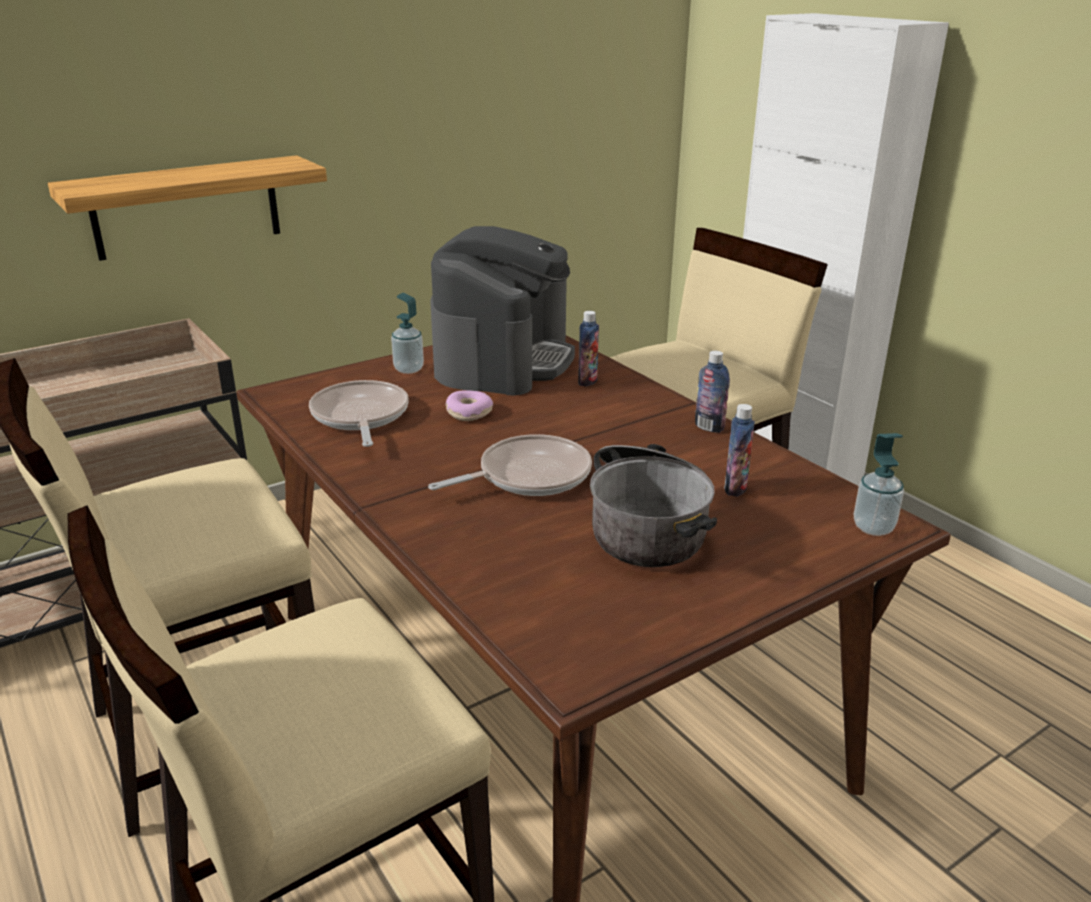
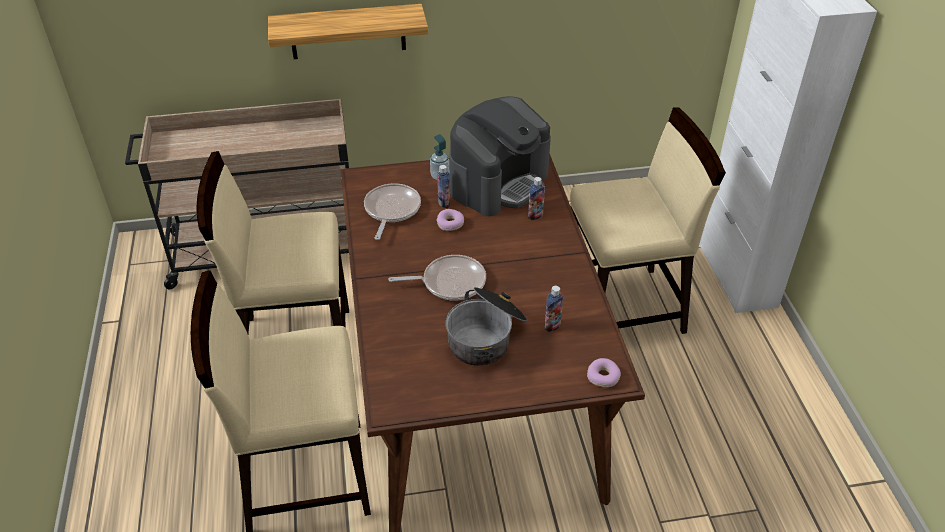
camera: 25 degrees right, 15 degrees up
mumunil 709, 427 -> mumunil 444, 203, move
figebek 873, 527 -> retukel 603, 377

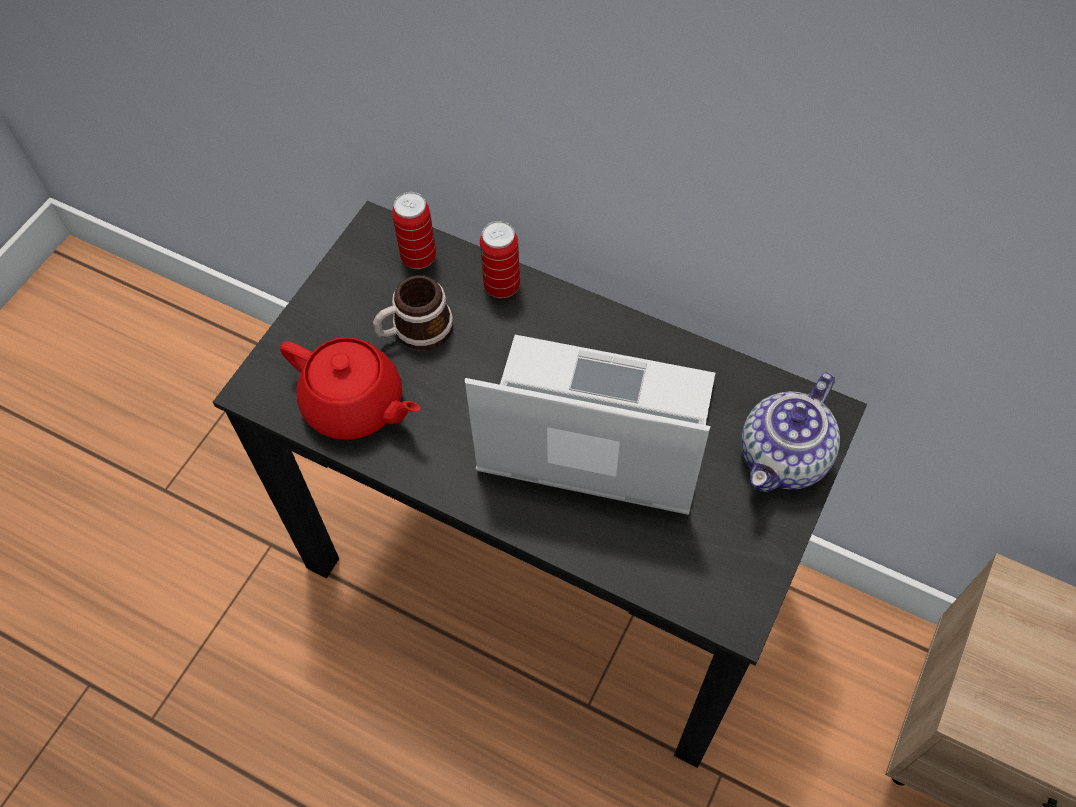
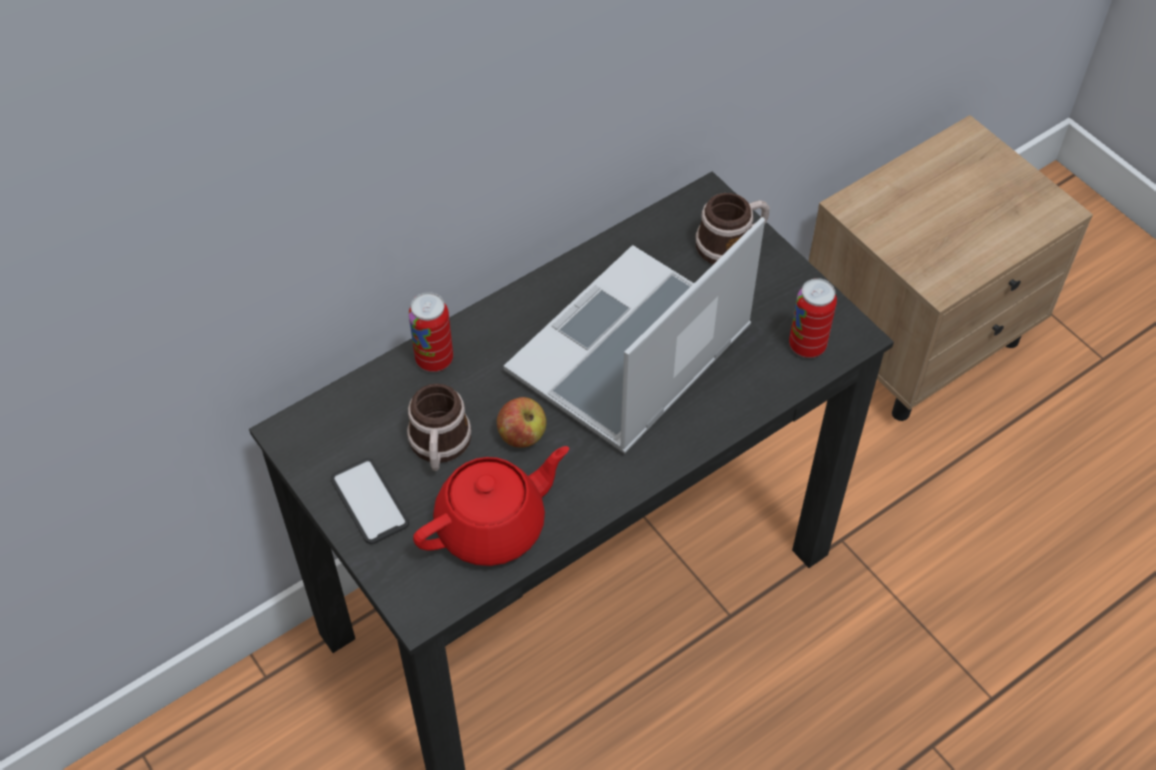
camera: 65 degrees left, 5 degrees down
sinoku 419, 258 -> sinoku 807, 345, move
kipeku 784, 459 -> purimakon 732, 243
none -> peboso 369, 501
none -> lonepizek 522, 435

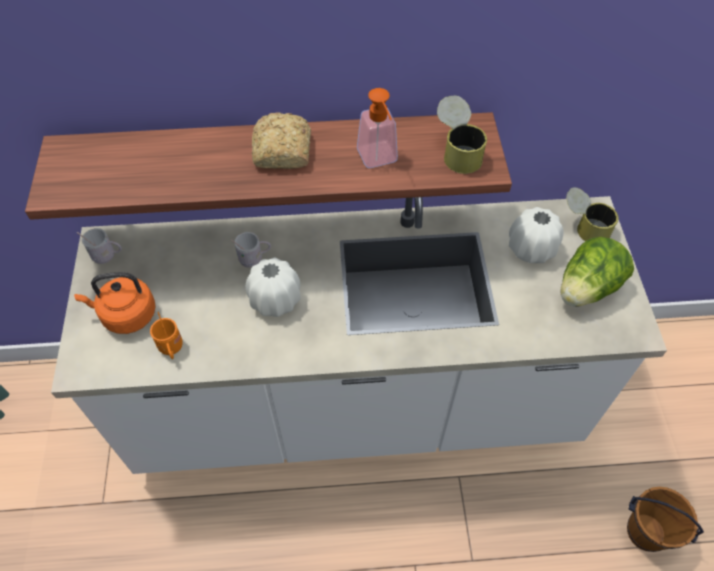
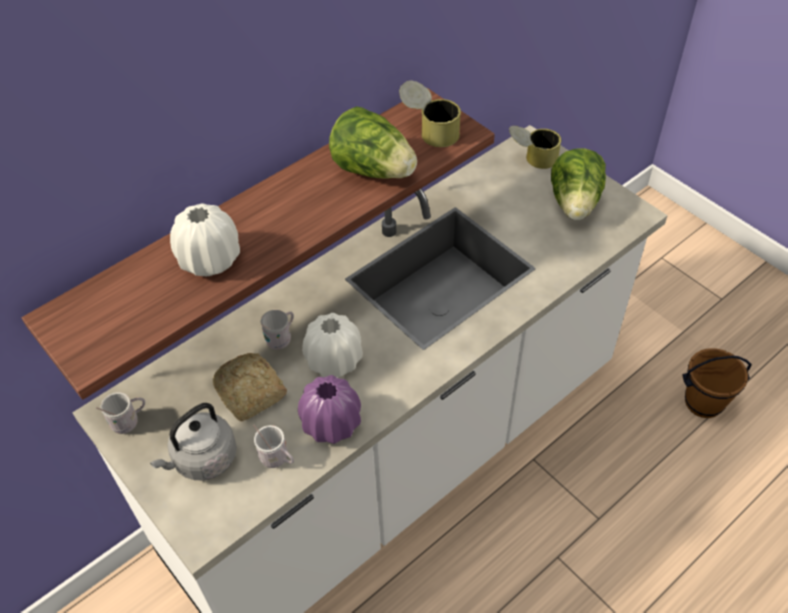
camera: 35 degrees left, 5 degrees down
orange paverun 126, 315 -> grey paverun 202, 460
orange purimakon 171, 349 -> white purimakon 277, 460
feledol 282, 152 -> feledol 250, 394, move
figebek 379, 160 -> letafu 373, 170
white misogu 531, 249 -> white misogu 210, 259, move
none -> purple misogu 331, 423

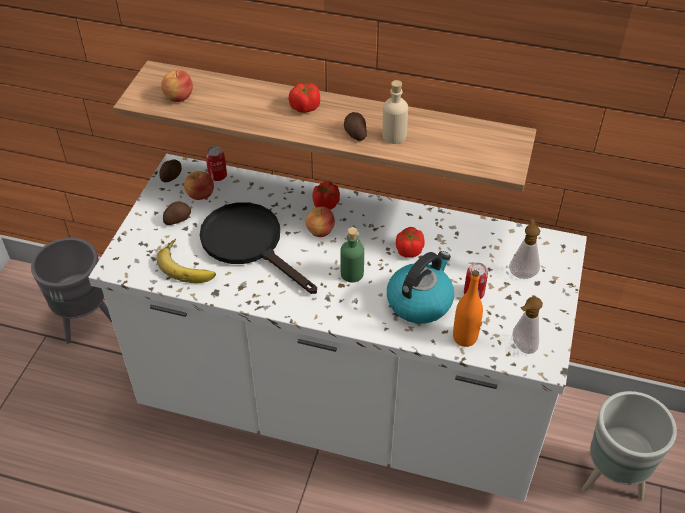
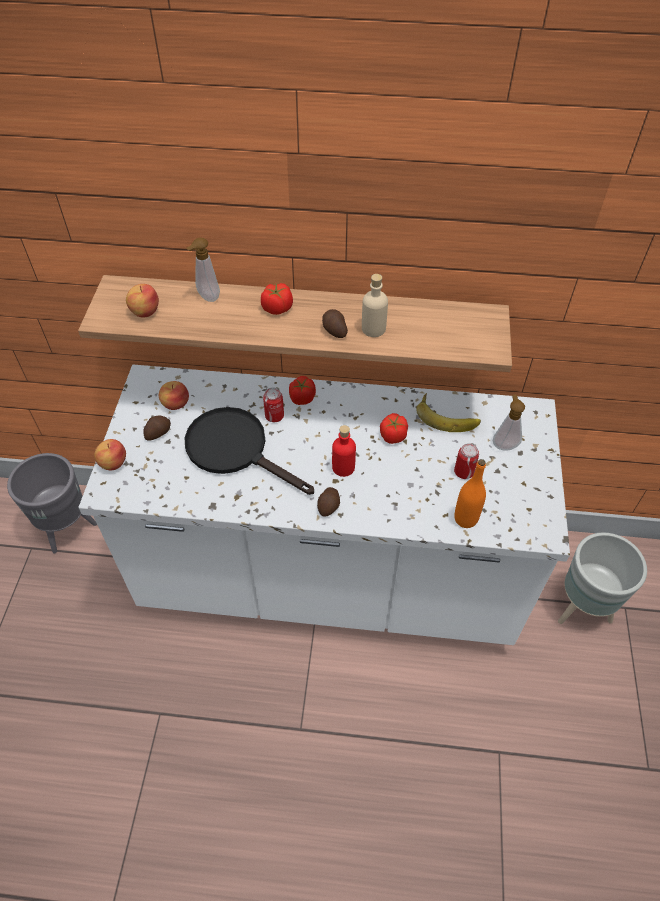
camera: 10 degrees left, 5 degrees up
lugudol 188, 265 -> lugudol 447, 416, move
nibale 172, 176 -> nibale 329, 506, move
sinoku 218, 176 -> sinoku 274, 416, move
lonepizek 320, 231 -> lonepizek 113, 462, move
green mumunil 352, 273 -> red mumunil 343, 467
paverun 420, 301 -> none
figebek 521, 347 -> figebek 207, 298, move

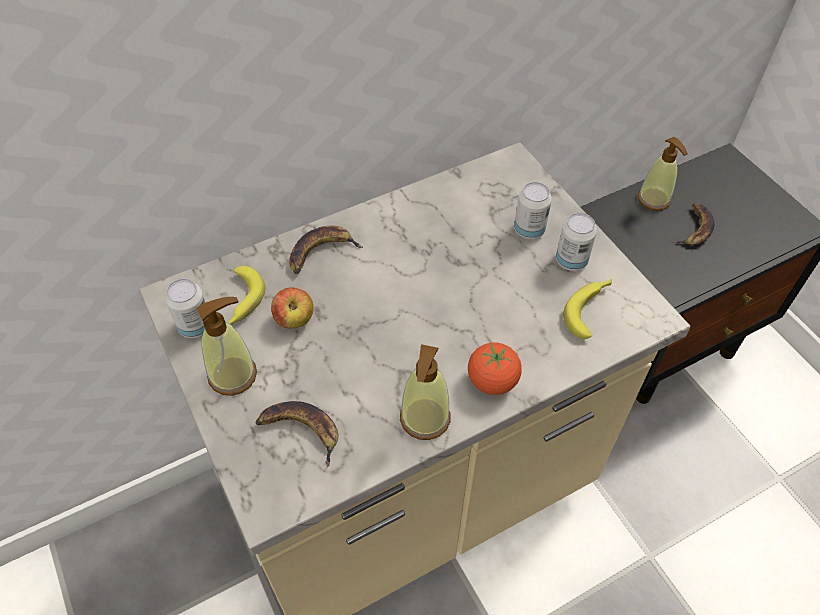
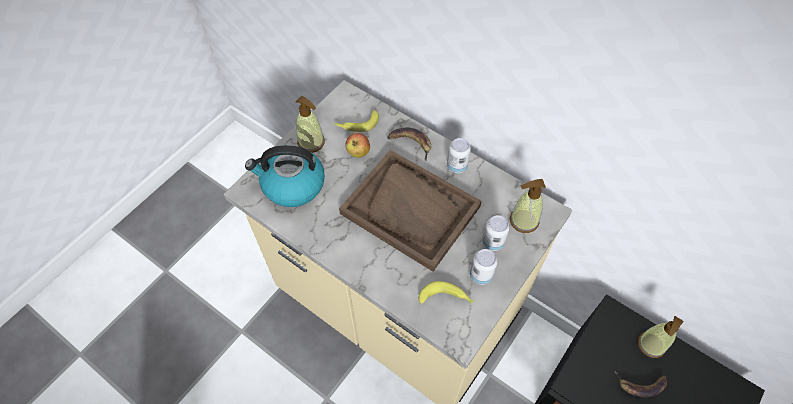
camera: 65 degrees right, 5 degrees up
sinoku 195, 326 -> sinoku 457, 166, move
lugudol 300, 431 -> paverun 292, 185
figebek 425, 419 -> figebek 523, 221, move
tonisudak 492, 381 -> none
none -> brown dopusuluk 410, 210

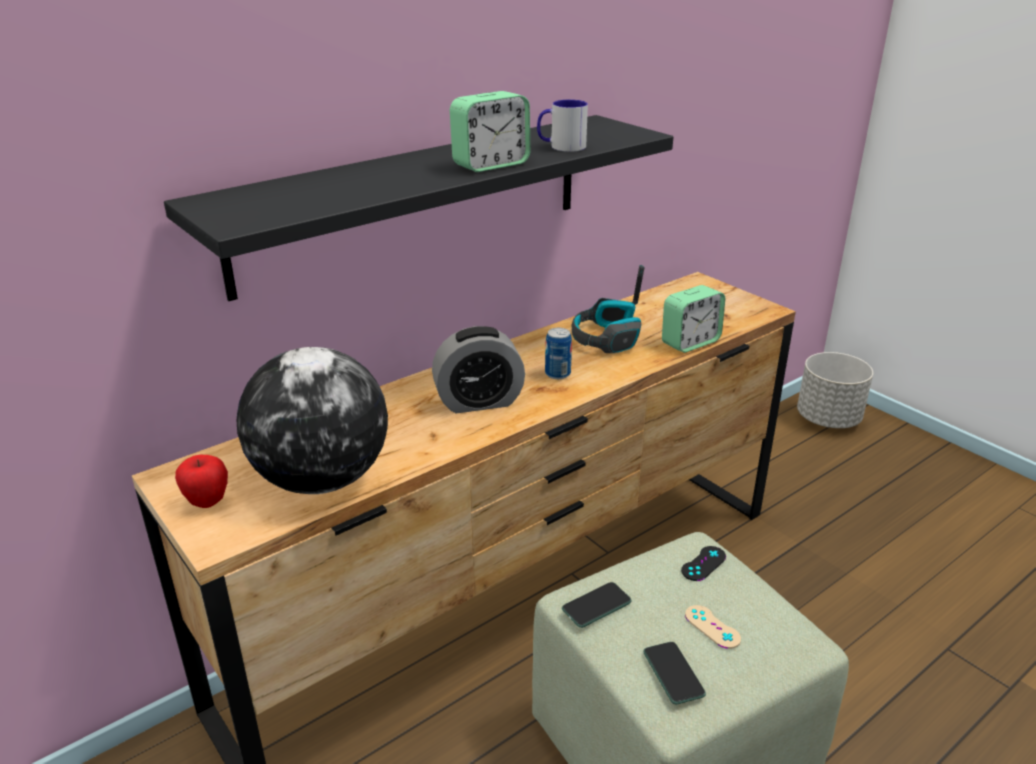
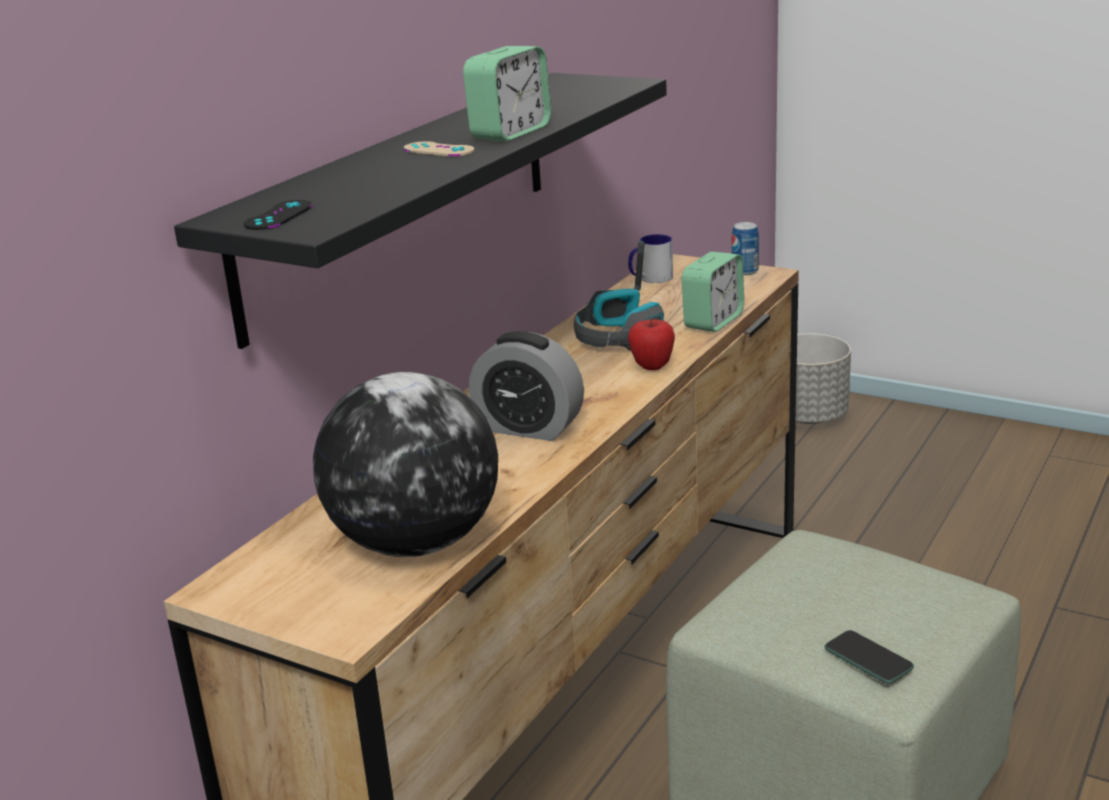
camera: 20 degrees left, 5 degrees down
lonepizek 207, 502 -> lonepizek 652, 366, move
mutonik 479, 402 -> mutonik 529, 428, 60 degrees clockwise
purimakon 561, 147 -> purimakon 650, 278, move
sinoku 557, 374 -> sinoku 745, 271, move
peboso 596, 606 -> none
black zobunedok 703, 564 -> black zobunedok 278, 216, move
beige zobunedok 712, 627 -> beige zobunedok 439, 150, move

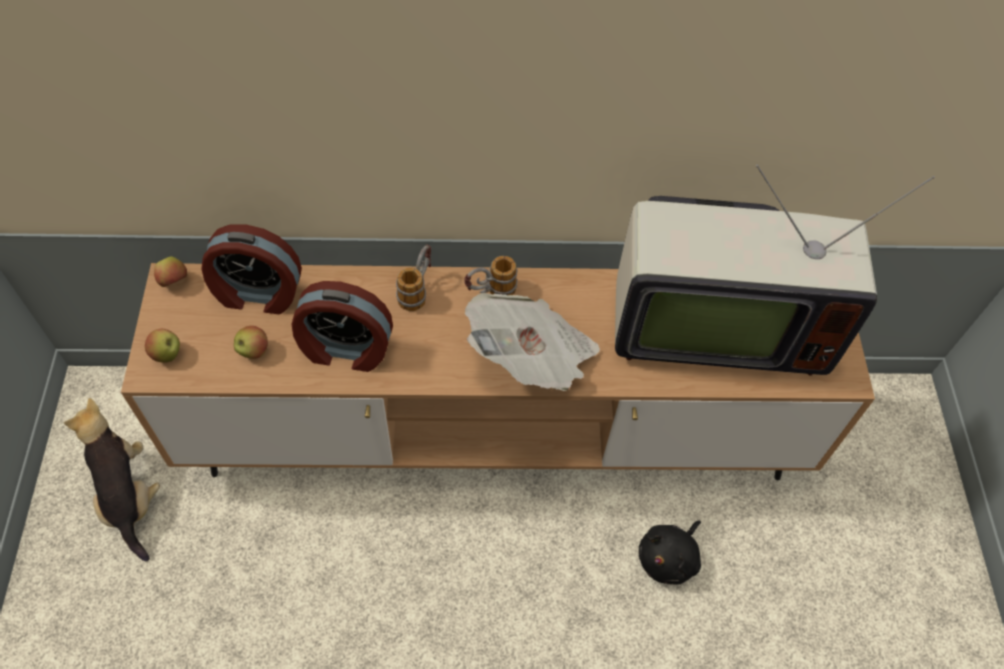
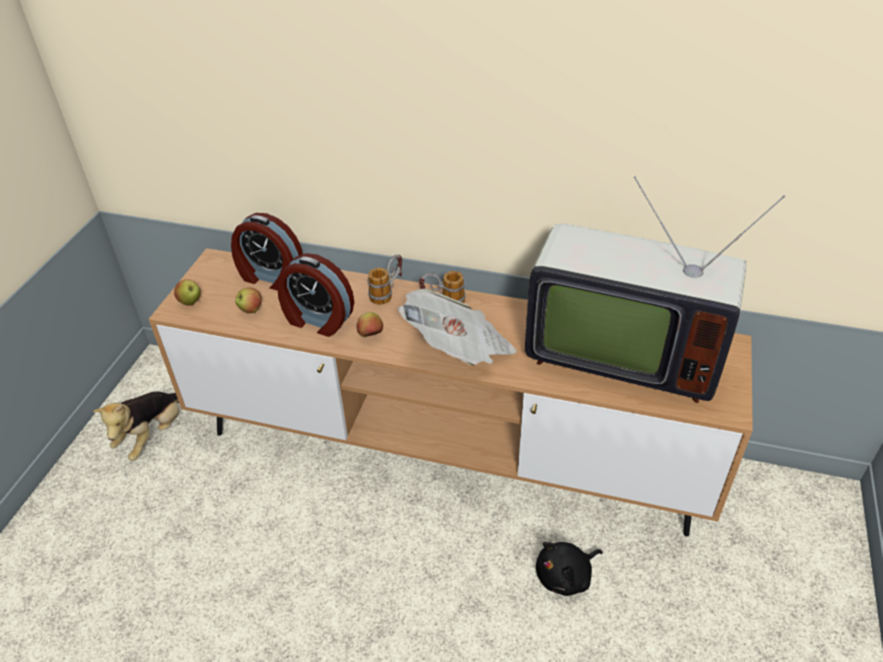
camera: 20 degrees right, 15 degrees down
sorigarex 128, 495 -> sorigarex 153, 435, 150 degrees counterclockwise
lonepizek 174, 282 -> lonepizek 370, 335, move

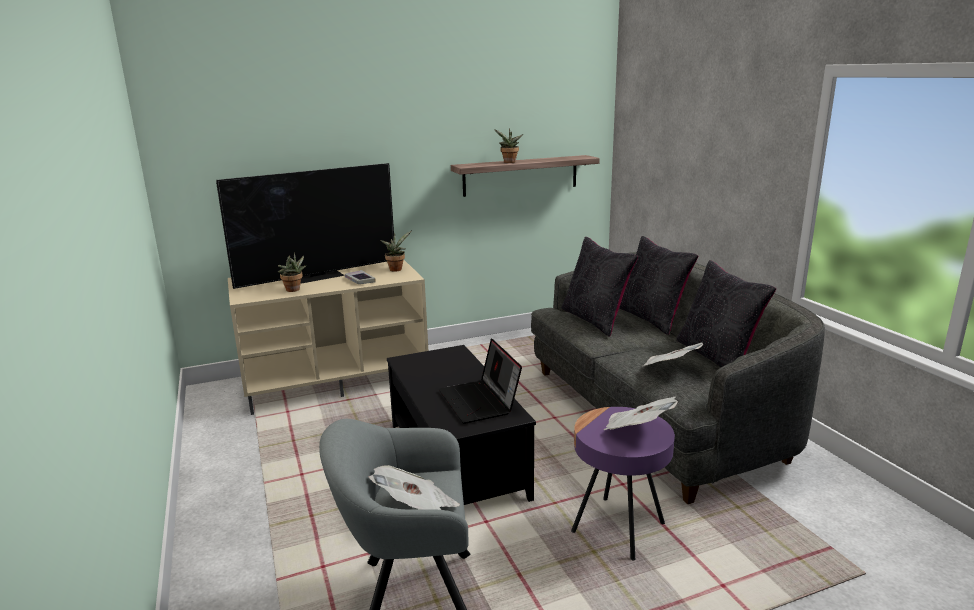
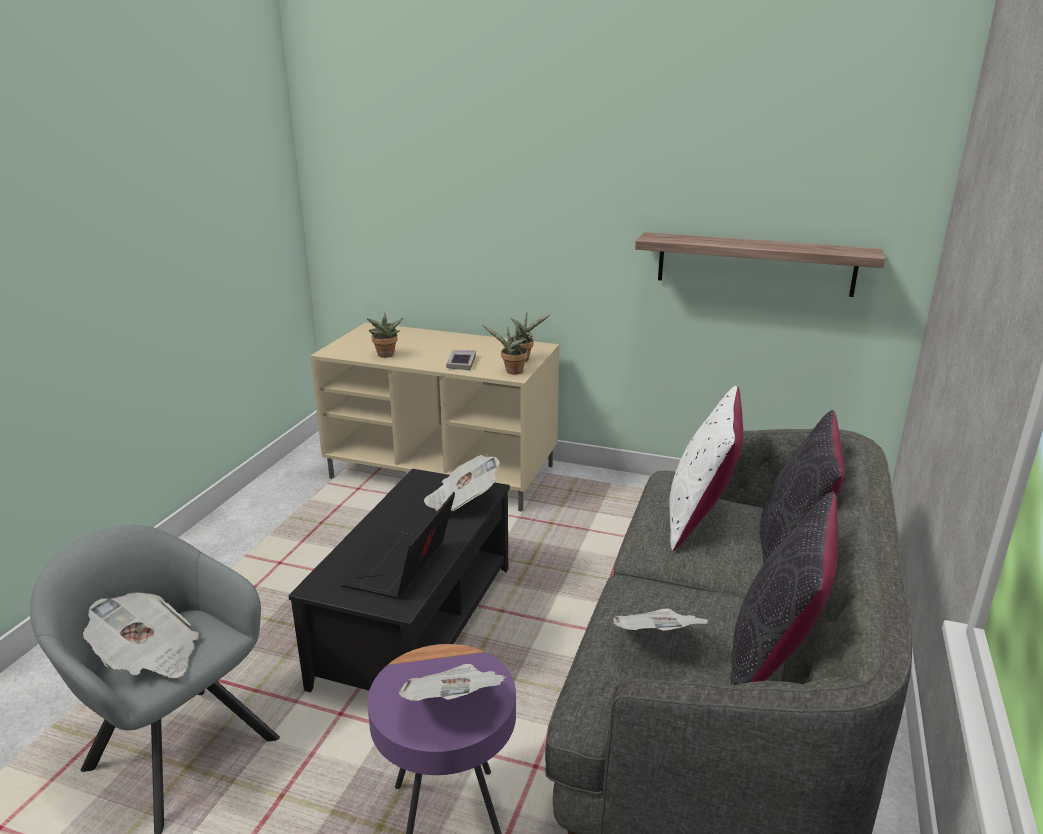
camera: 40 degrees right, 5 degrees up
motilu 319, 276 -> none
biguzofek 509, 162 -> biguzofek 512, 372, move
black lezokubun 595, 320 -> white lezokubun 700, 517
none -> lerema 461, 502

